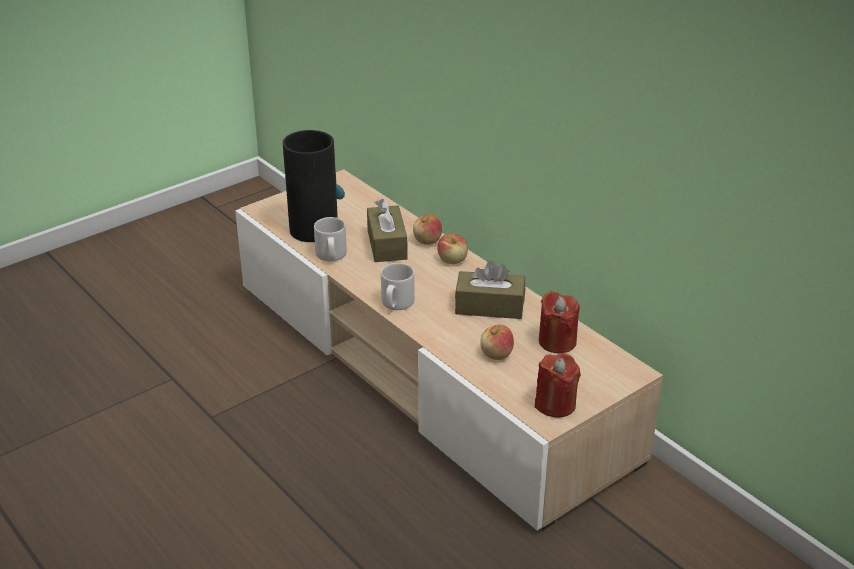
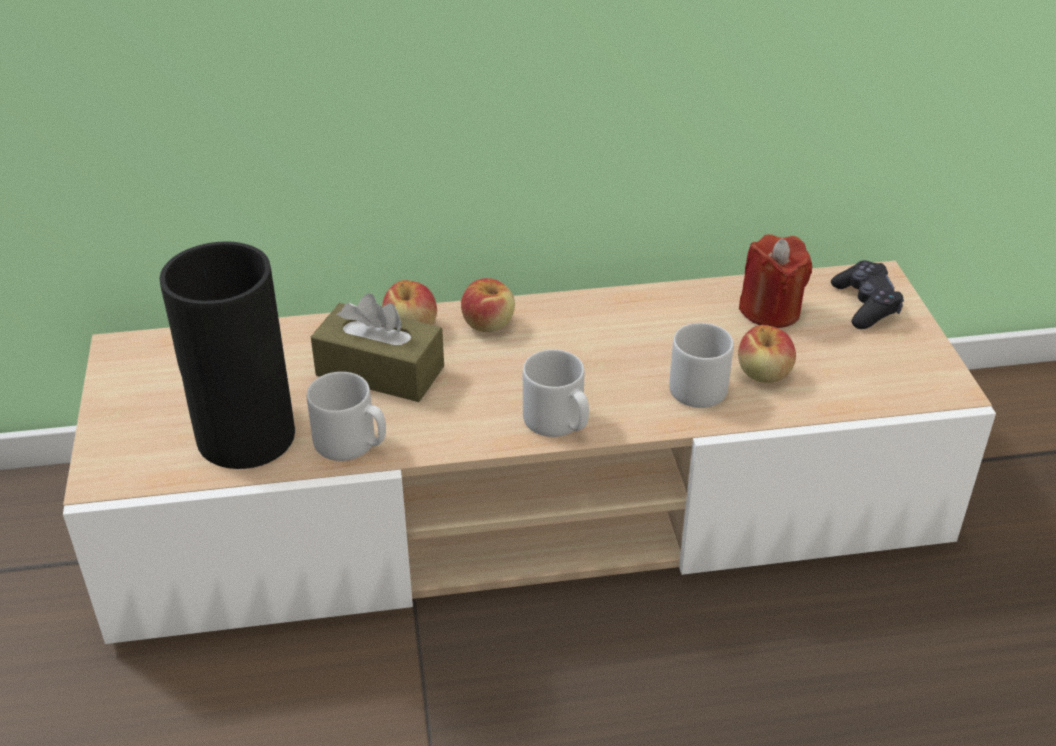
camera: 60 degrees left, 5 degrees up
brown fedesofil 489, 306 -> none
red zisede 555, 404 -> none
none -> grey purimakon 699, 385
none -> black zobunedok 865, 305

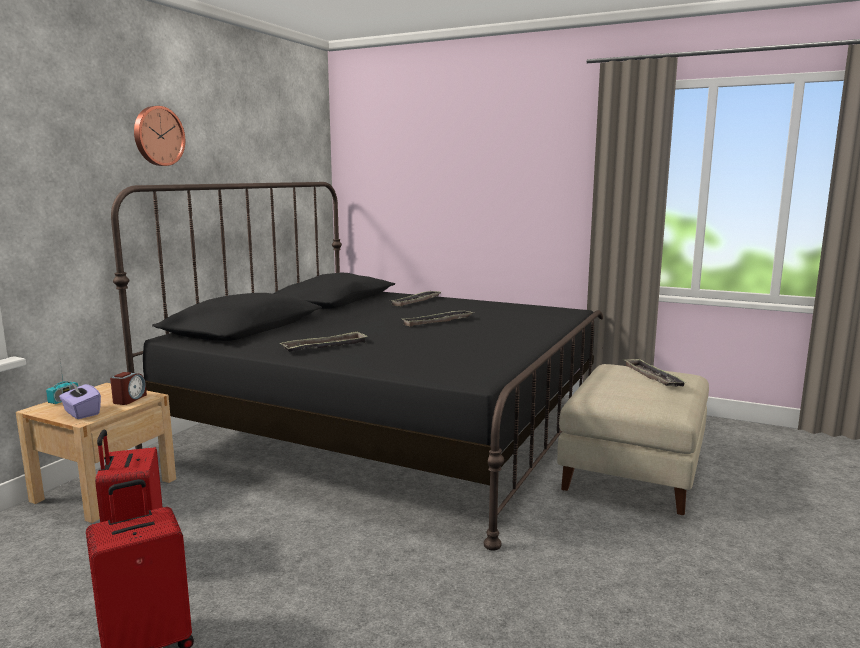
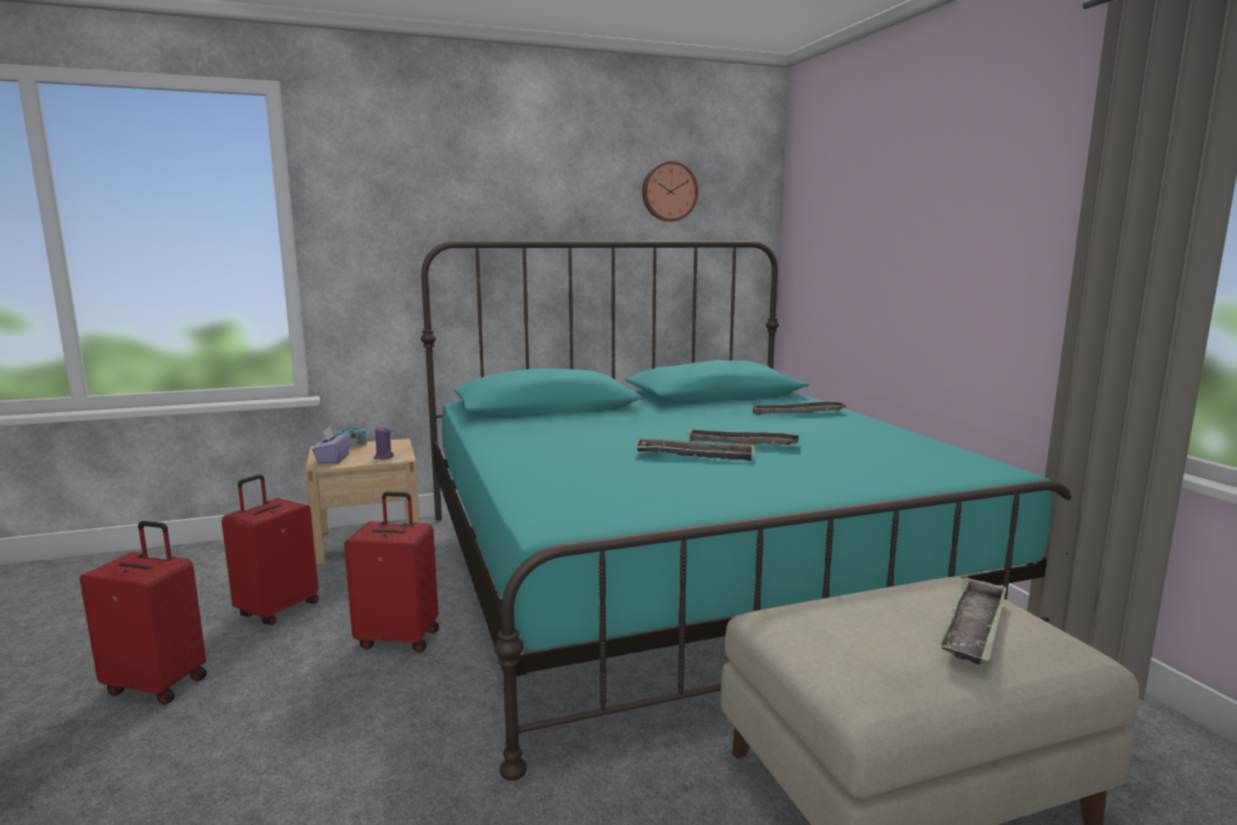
camera: 45 degrees right, 0 degrees up
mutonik 129, 399 -> purple zisede 383, 457
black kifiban 391, 426 -> turquoise kifiban 686, 572
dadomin 157, 136 -> dadomin 668, 192, move
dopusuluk 325, 347 -> dopusuluk 695, 455, move
none -> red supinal 399, 638

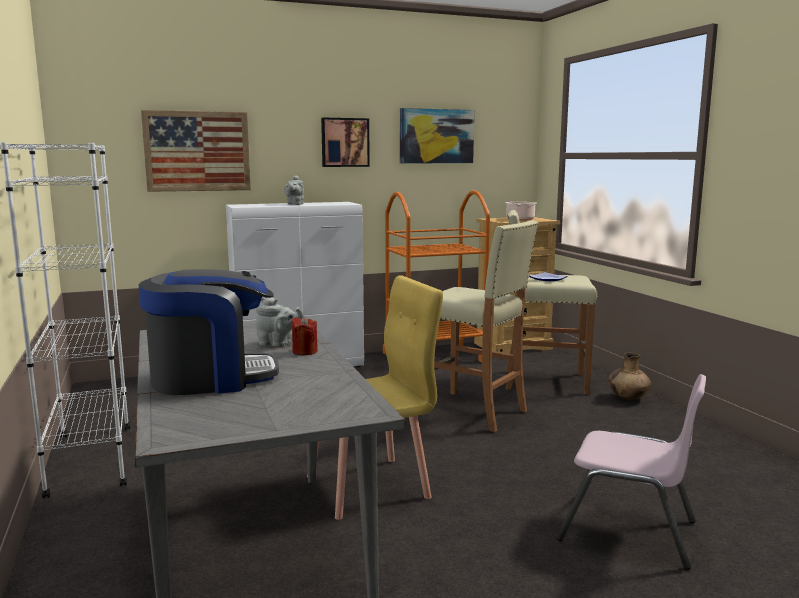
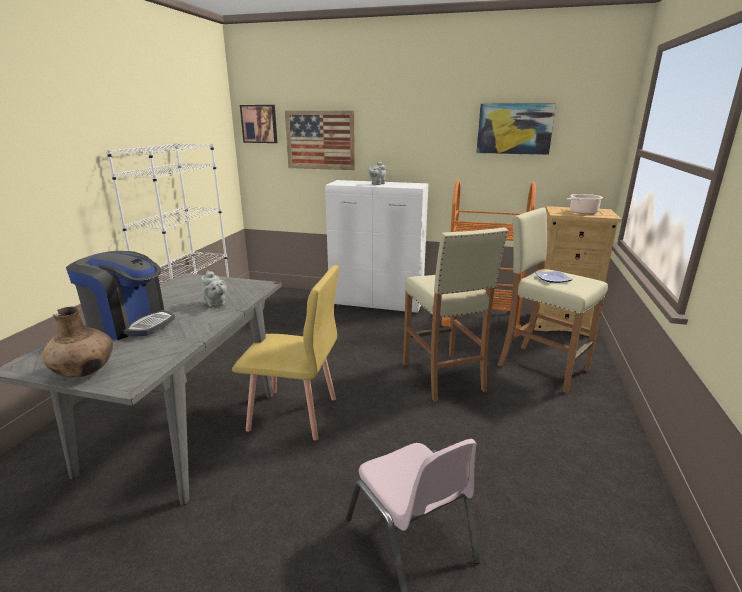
camera: 35 degrees right, 10 degrees up
red zisede 305, 351 -> none
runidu 344, 142 -> runidu 259, 124, move
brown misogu 627, 398 -> brown misogu 84, 372, move

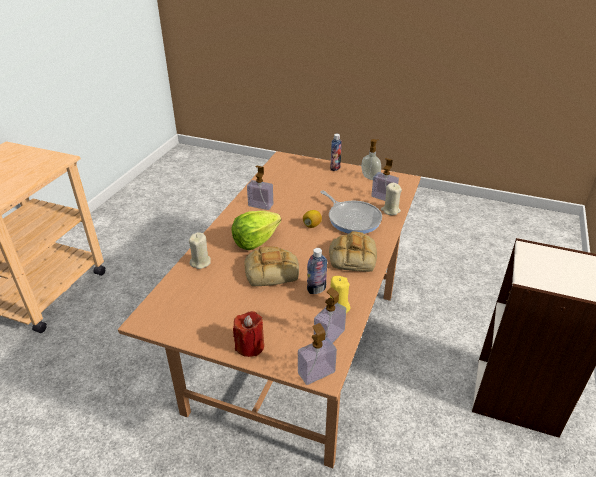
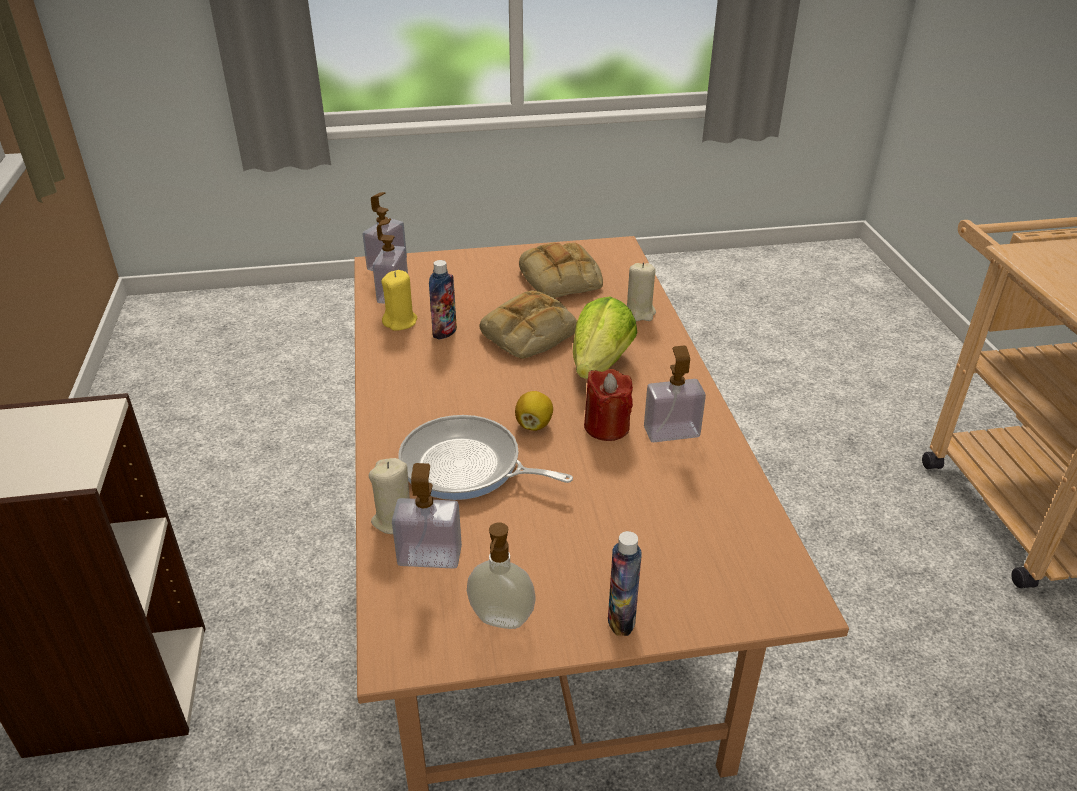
camera: 150 degrees right, 0 degrees up
red zisede 250, 346 -> red zisede 606, 427, move
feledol 352, 256 -> feledol 562, 280, move

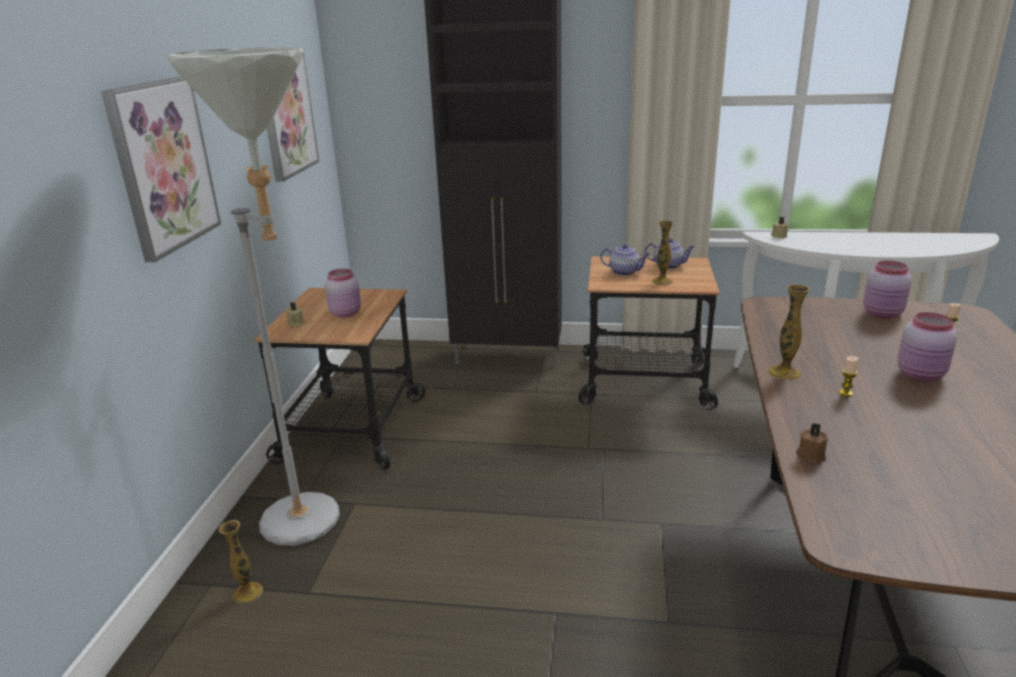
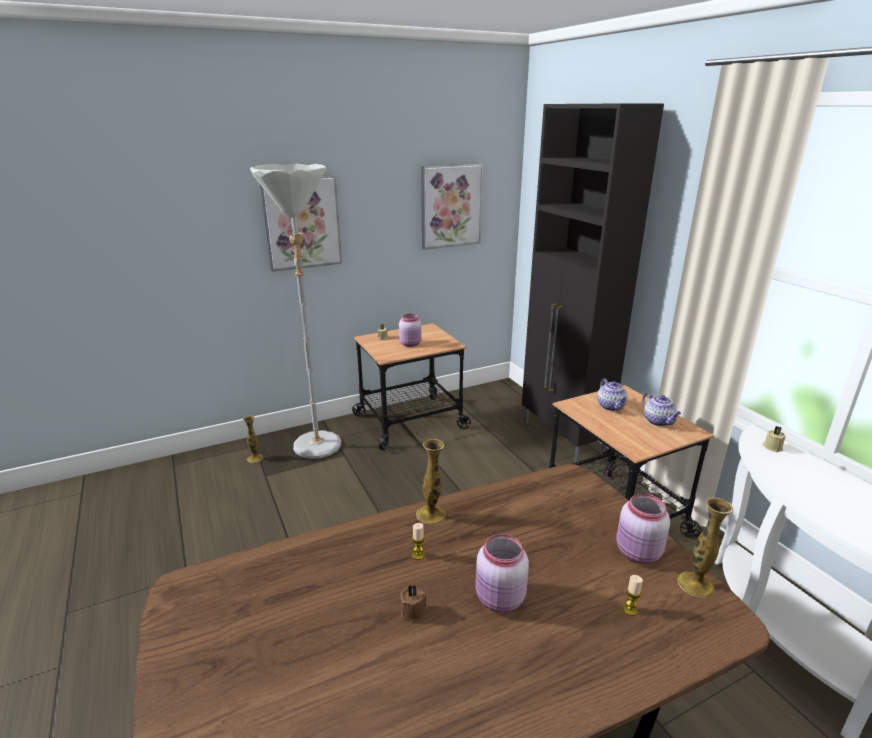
camera: 55 degrees right, 0 degrees up
misogu 662, 281 -> misogu 695, 584, move
brown zisede 811, 455 -> brown zisede 414, 612, move

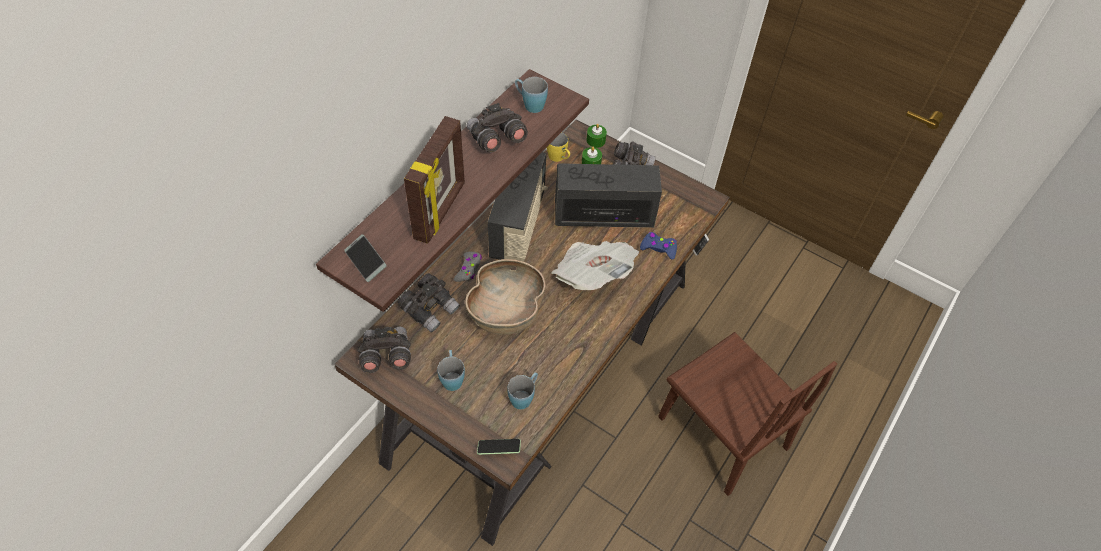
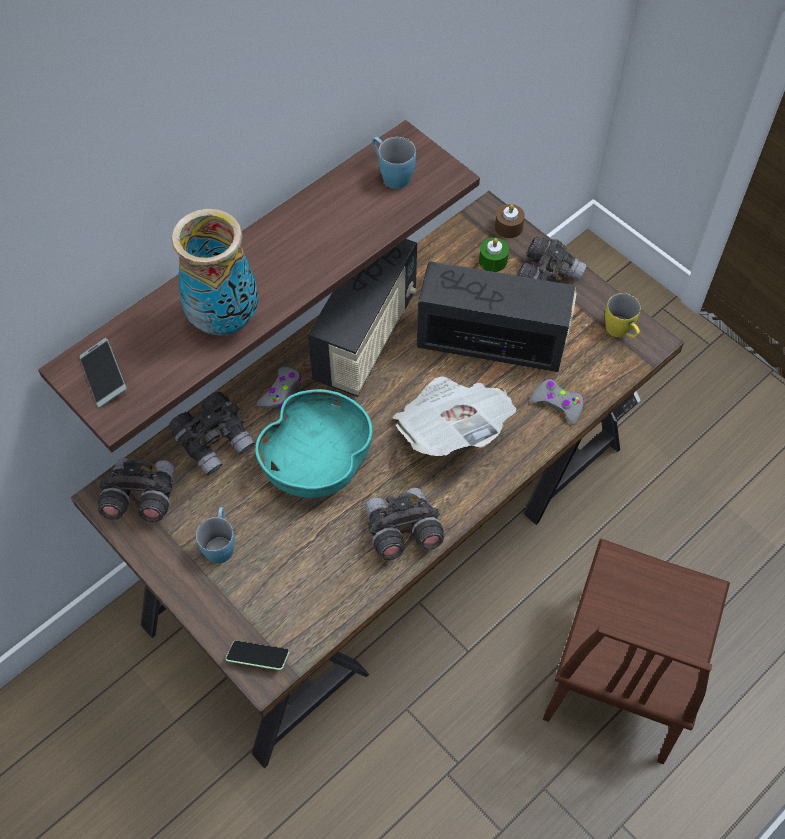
camera: 15 degrees right, 5 degrees up
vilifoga 441, 211 -> misogu 224, 319
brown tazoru 506, 312 -> turquoise tazoru 318, 463
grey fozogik 496, 140 -> grey fozogik 402, 532, move
blue purimakon 524, 396 -> none
yellow purimakon 559, 158 -> yellow purimakon 621, 332, move
green zisede 595, 140 -> brown zisede 508, 227
blue zobunedok 658, 248 -> grey zobunedok 557, 404
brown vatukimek 722, 432 -> brown vatukimek 622, 672, 45 degrees clockwise

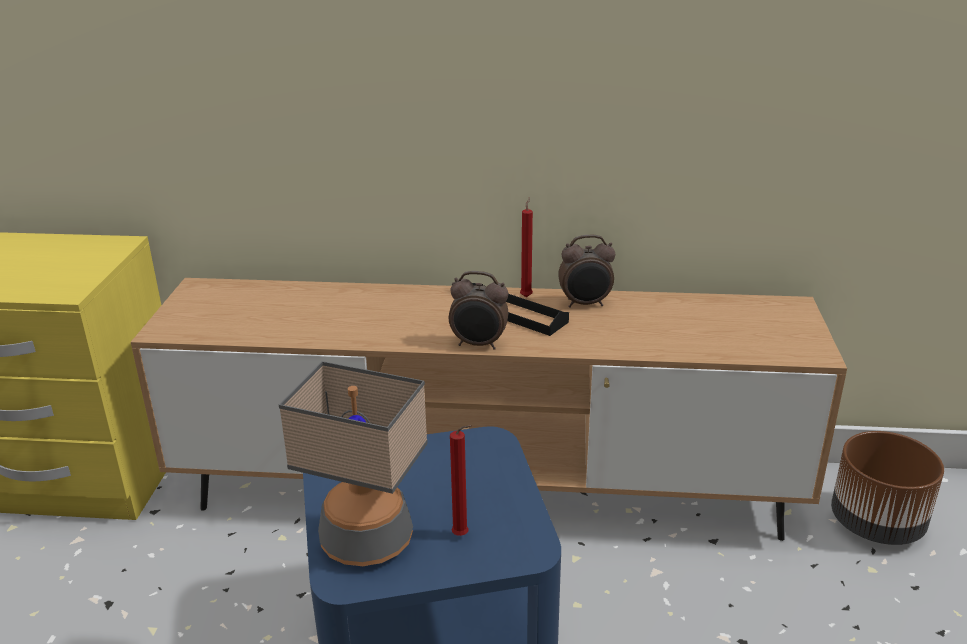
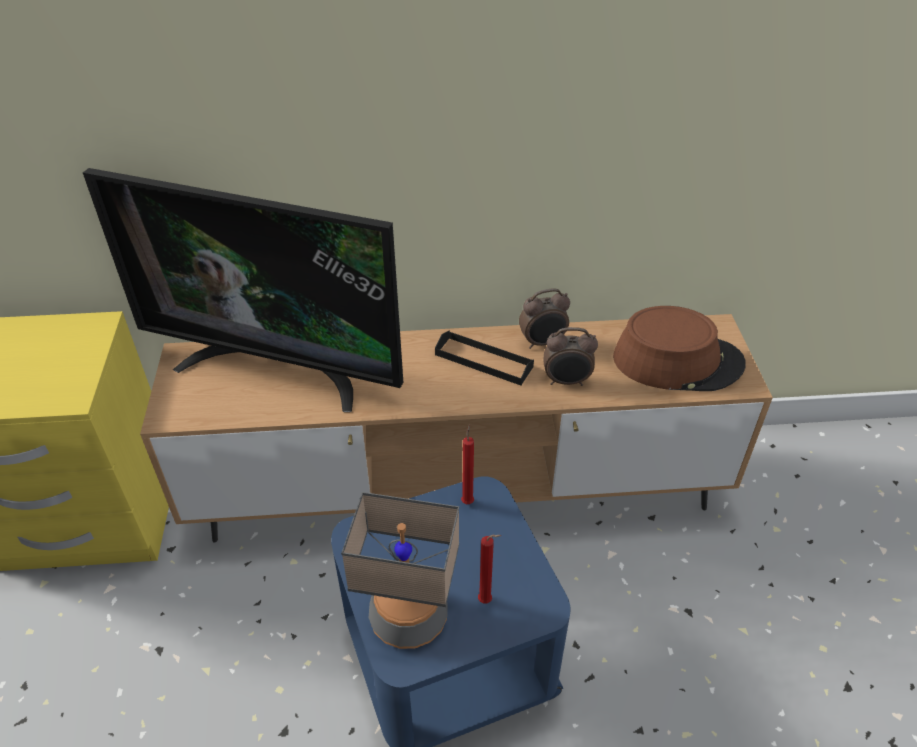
camera: 10 degrees left, 15 degrees up
mutonik 479, 344 -> mutonik 566, 381, move
red zisede 526, 296 -> red zisede 468, 500, move
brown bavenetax 877, 524 -> none
none -> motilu 276, 367
none -> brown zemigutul 677, 361

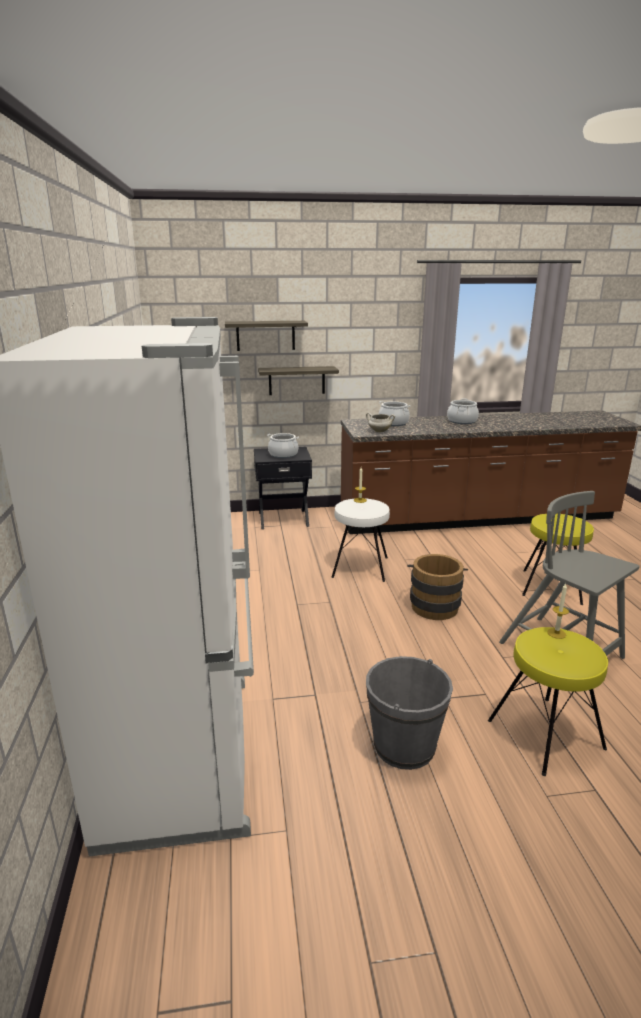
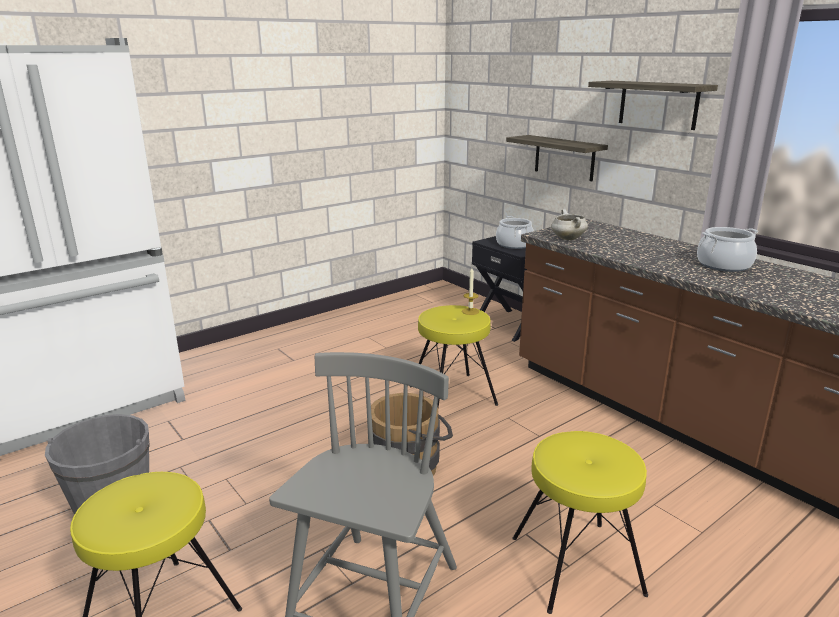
camera: 60 degrees right, 0 degrees up
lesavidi 265, 335 -> lesavidi 658, 104, move
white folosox 360, 567 -> yellow folosox 453, 395
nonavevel 393, 423 -> none
zisede 556, 633 -> none

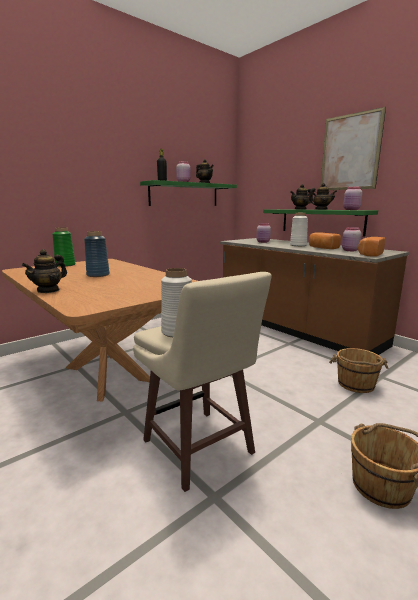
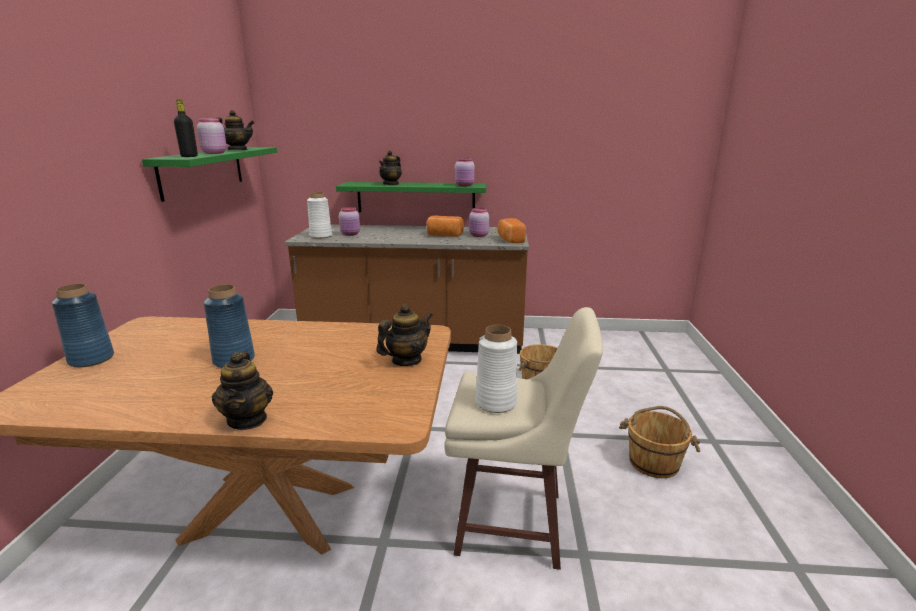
camera: 45 degrees left, 5 degrees up
green misogu 65, 265 -> blue misogu 91, 359
white misogu 298, 245 -> white misogu 320, 236, move
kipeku 321, 209 -> kipeku 406, 360, move
runidu 350, 152 -> none

